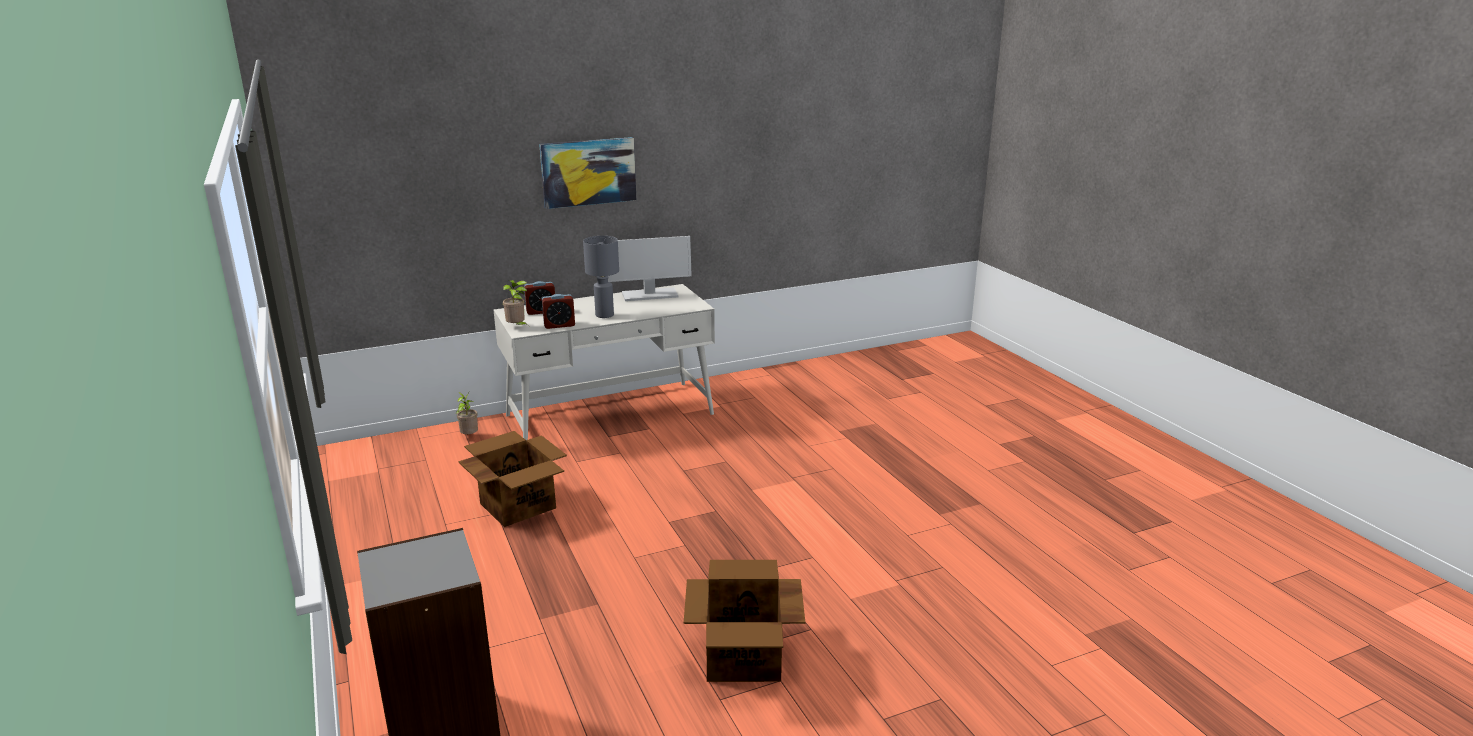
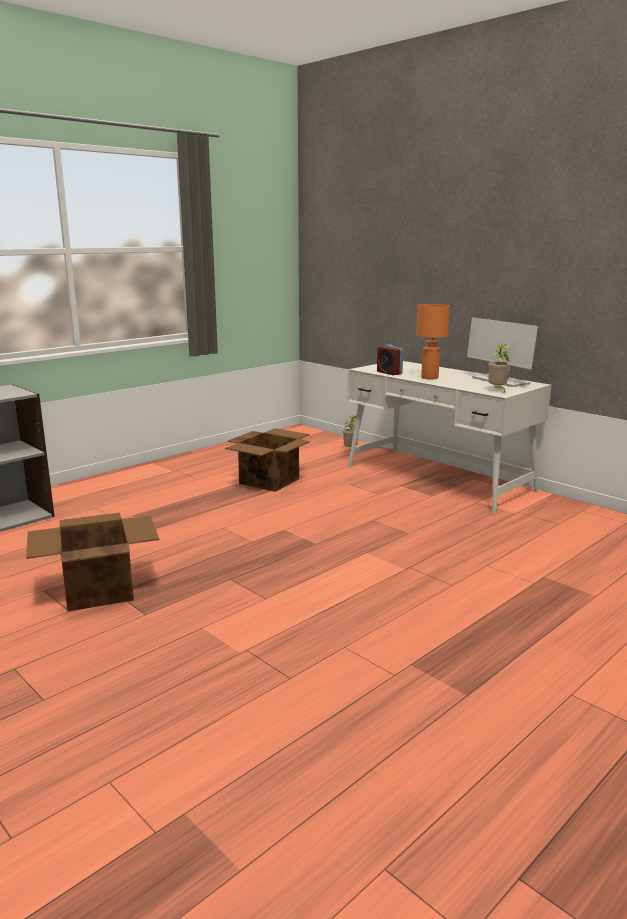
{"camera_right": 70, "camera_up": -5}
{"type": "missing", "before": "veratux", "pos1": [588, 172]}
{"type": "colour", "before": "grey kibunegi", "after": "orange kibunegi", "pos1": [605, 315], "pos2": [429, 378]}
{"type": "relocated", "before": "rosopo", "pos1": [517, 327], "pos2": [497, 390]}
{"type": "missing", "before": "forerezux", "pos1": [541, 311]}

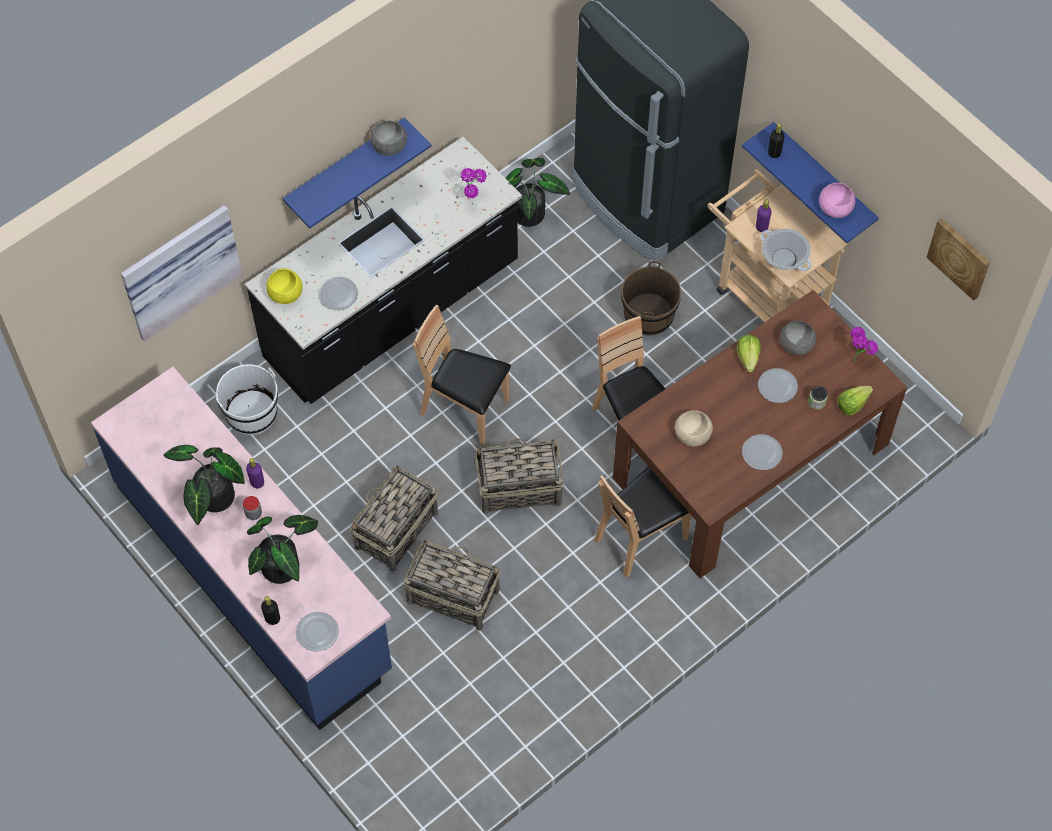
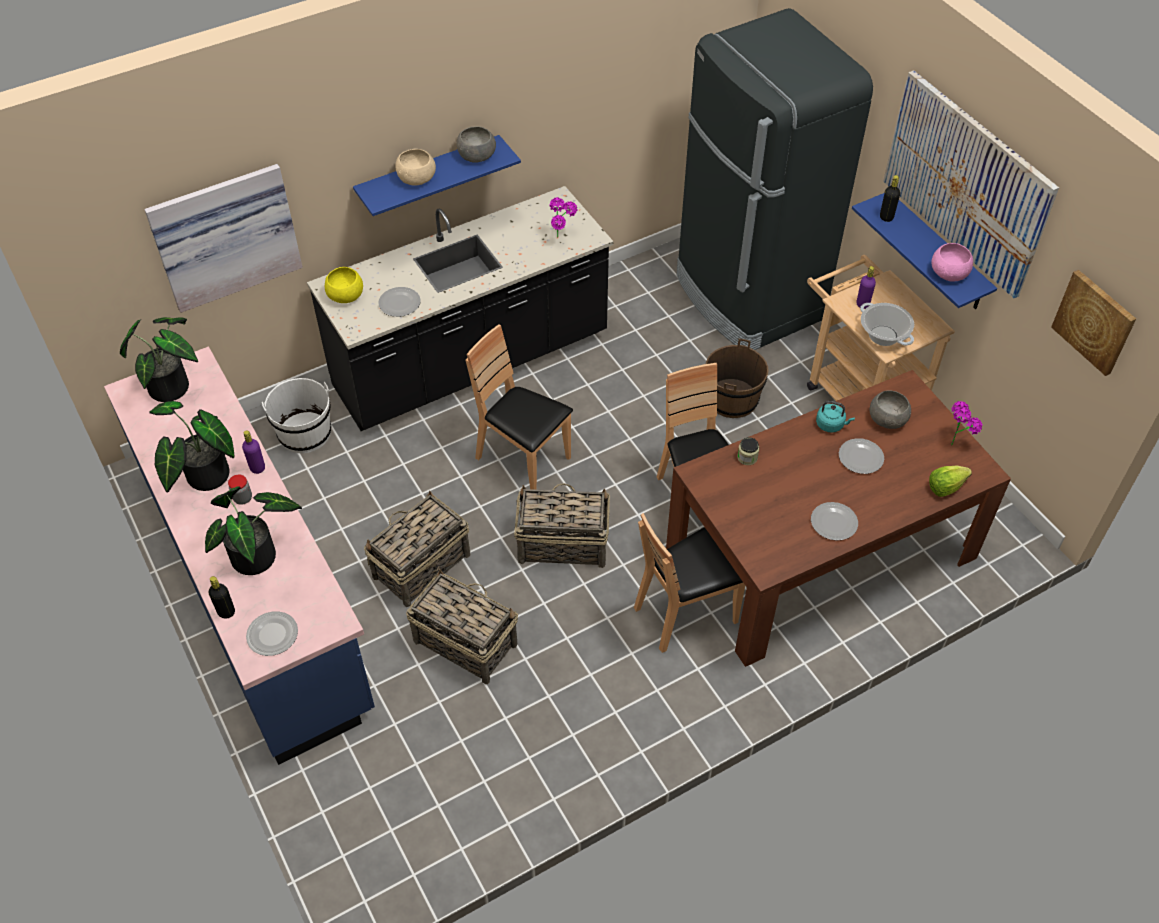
{"camera_right": 10, "camera_up": -10}
{"type": "relocated", "before": "rosopo", "pos1": [531, 211], "pos2": [173, 385]}
{"type": "exchanged", "before": "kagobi", "after": "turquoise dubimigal", "pos1": [748, 357], "pos2": [831, 425]}
{"type": "relocated", "before": "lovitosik", "pos1": [817, 402], "pos2": [747, 457]}
{"type": "relocated", "before": "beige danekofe", "pos1": [692, 434], "pos2": [416, 178]}
{"type": "appeared", "after": "veratux", "pos2": [966, 183]}

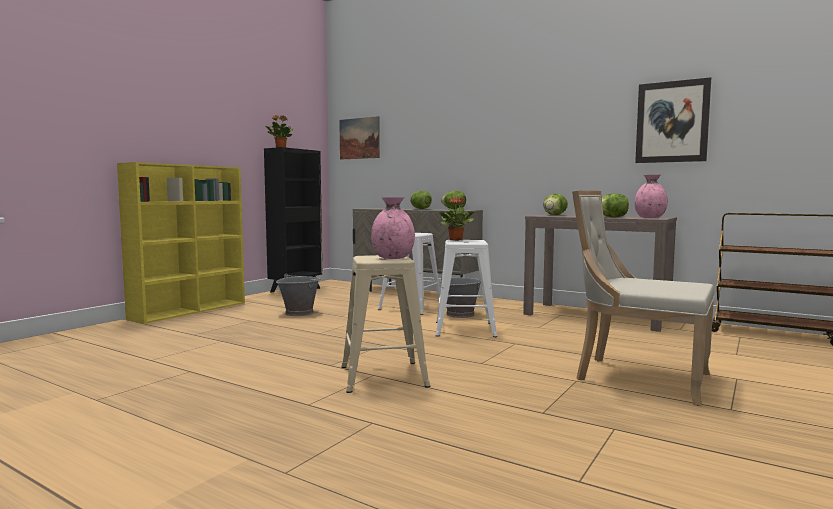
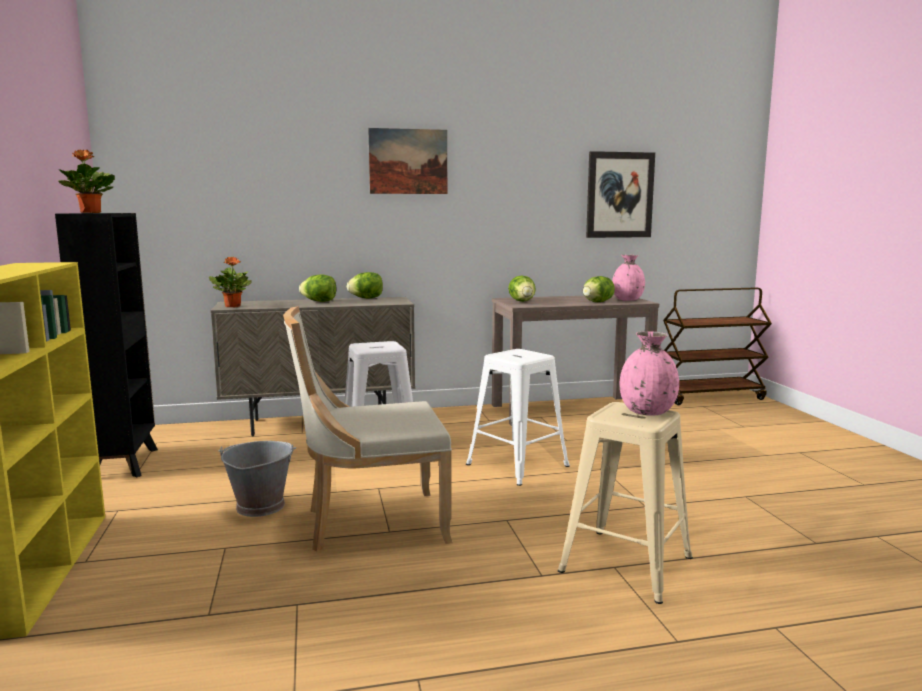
{"camera_right": -45, "camera_up": 5}
{"type": "relocated", "before": "veratux", "pos1": [359, 138], "pos2": [408, 161]}
{"type": "relocated", "before": "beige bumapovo", "pos1": [637, 377], "pos2": [371, 524]}
{"type": "relocated", "before": "rosopo", "pos1": [456, 240], "pos2": [233, 306]}
{"type": "missing", "before": "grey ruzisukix", "pos1": [460, 314]}

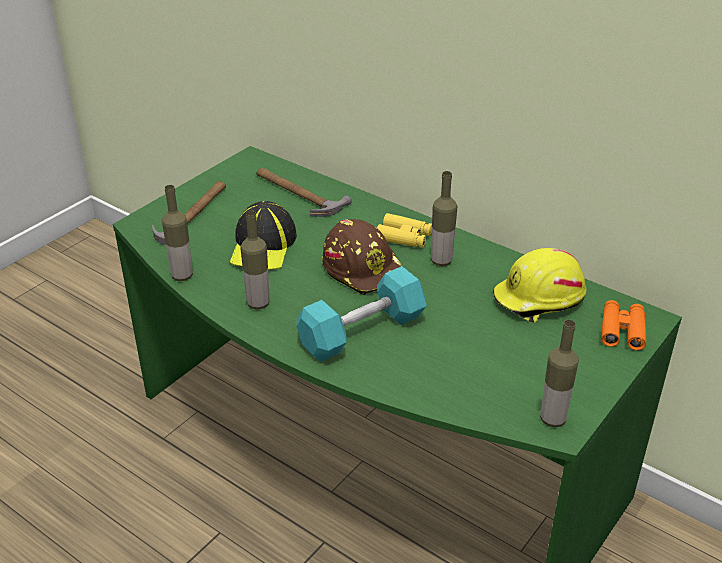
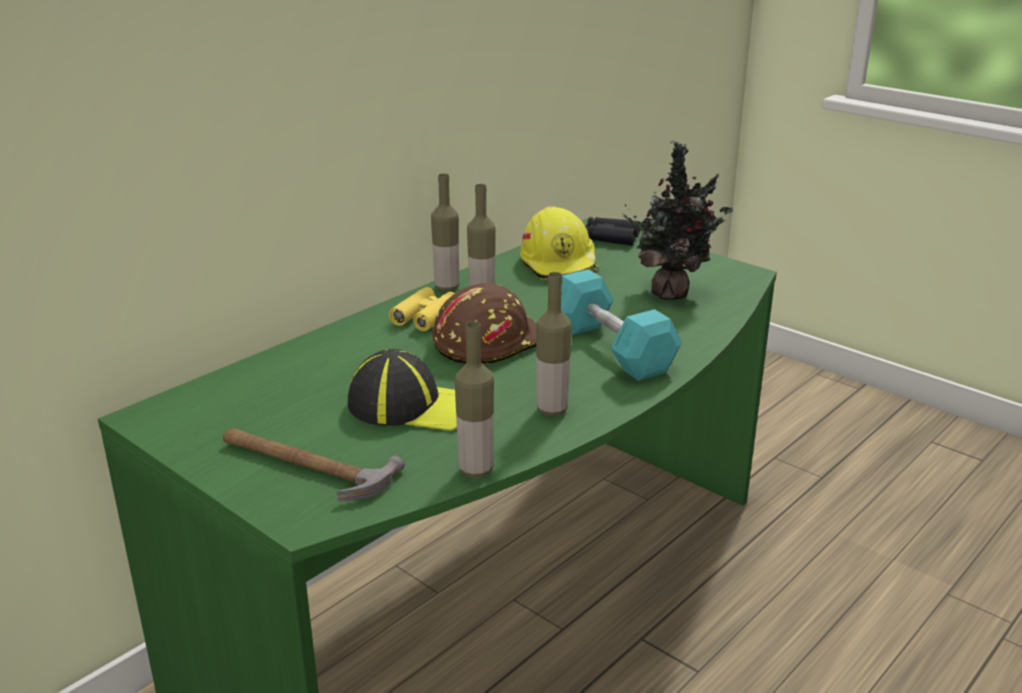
{"camera_right": -85, "camera_up": -10}
{"type": "missing", "before": "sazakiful", "pos1": [297, 194]}
{"type": "colour", "before": "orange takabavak", "after": "black takabavak", "pos1": [622, 330], "pos2": [610, 238]}
{"type": "relocated", "before": "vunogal", "pos1": [552, 419], "pos2": [446, 287]}
{"type": "appeared", "after": "rosopo", "pos2": [672, 293]}

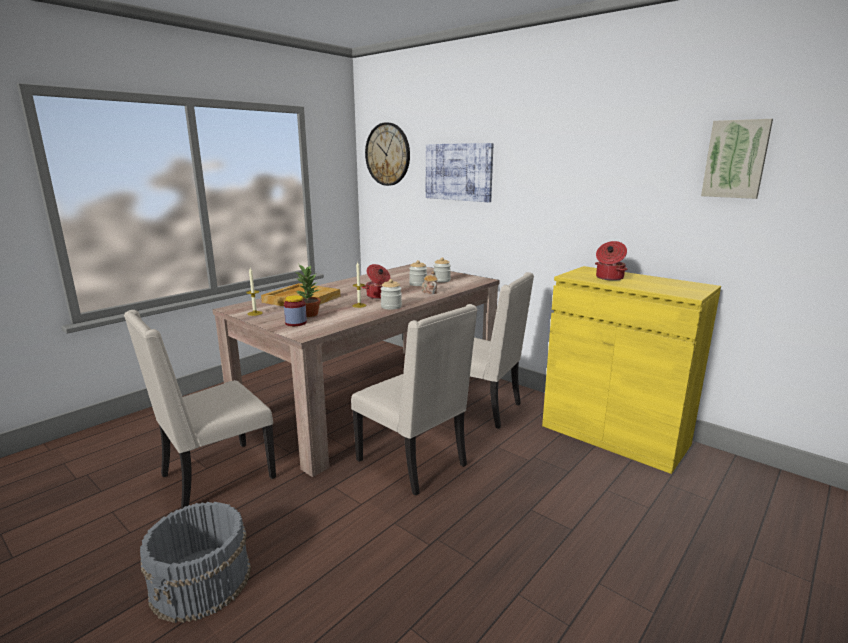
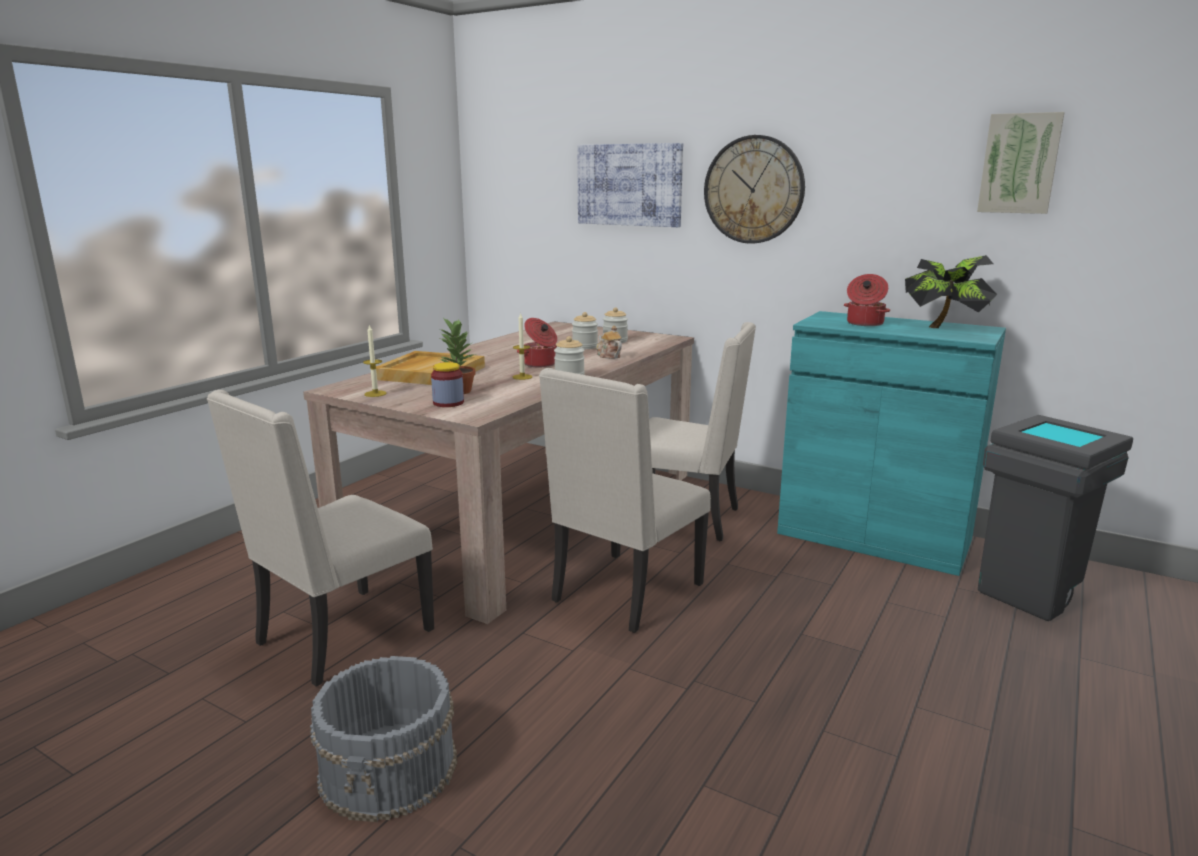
{"camera_right": -10, "camera_up": 0}
{"type": "relocated", "before": "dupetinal", "pos1": [388, 154], "pos2": [754, 190]}
{"type": "colour", "before": "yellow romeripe", "after": "turquoise romeripe", "pos1": [614, 435], "pos2": [873, 537]}
{"type": "spun", "before": "beige bumapovo", "pos1": [414, 463], "pos2": [624, 593], "turn": 90}
{"type": "appeared", "after": "rosopo", "pos2": [945, 328]}
{"type": "appeared", "after": "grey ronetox", "pos2": [1030, 596]}

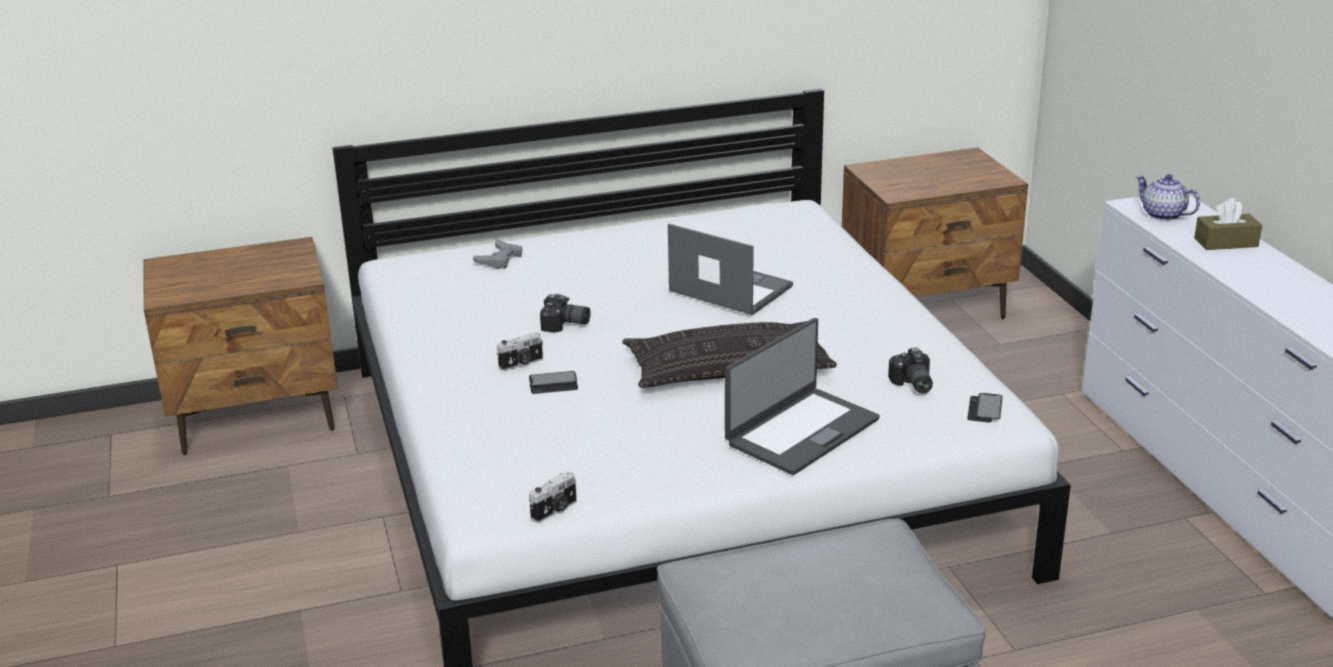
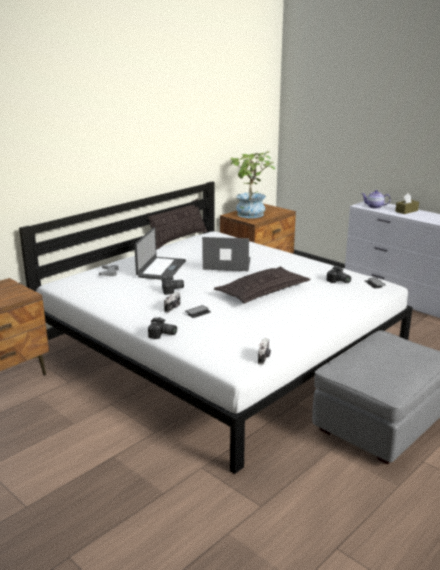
{"camera_right": -30, "camera_up": -5}
{"type": "relocated", "before": "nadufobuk", "pos1": [801, 431], "pos2": [161, 269]}
{"type": "appeared", "after": "rosopo", "pos2": [250, 215]}
{"type": "appeared", "after": "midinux", "pos2": [179, 239]}
{"type": "appeared", "after": "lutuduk", "pos2": [162, 335]}

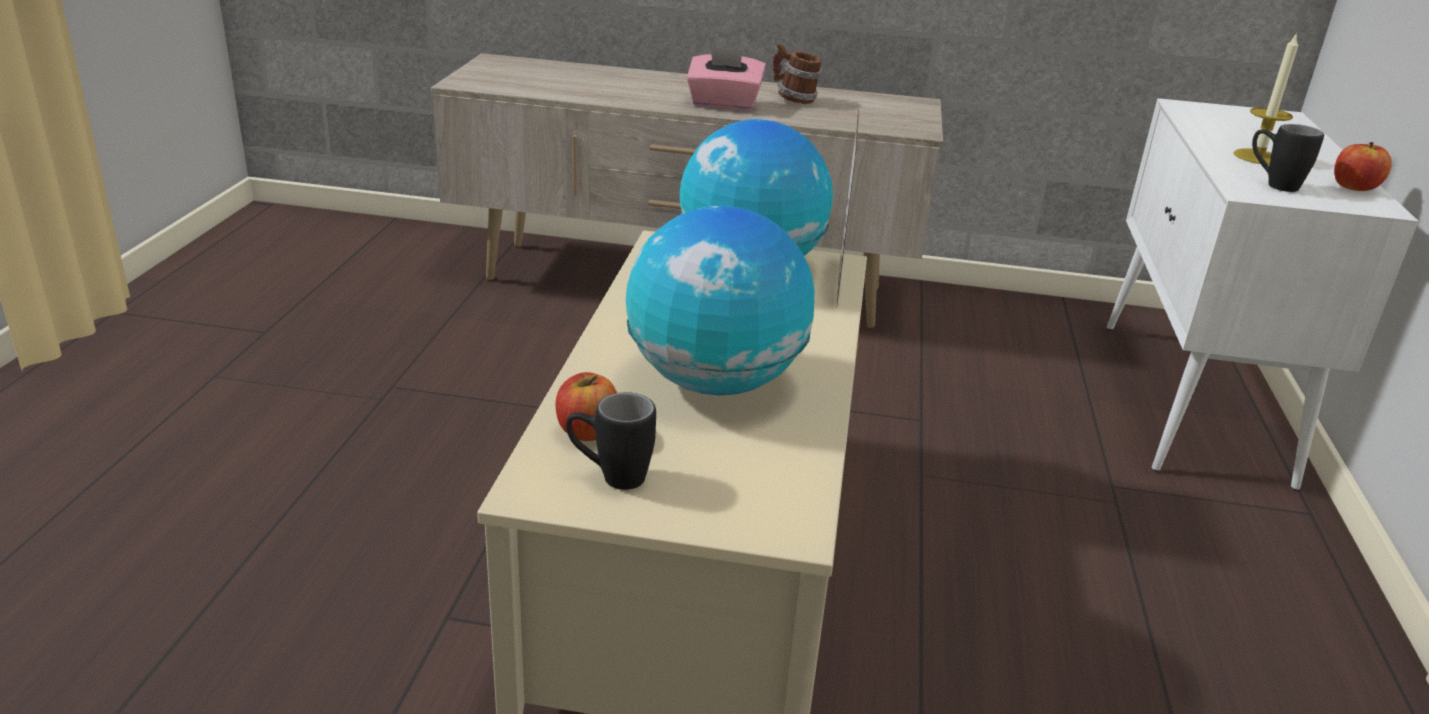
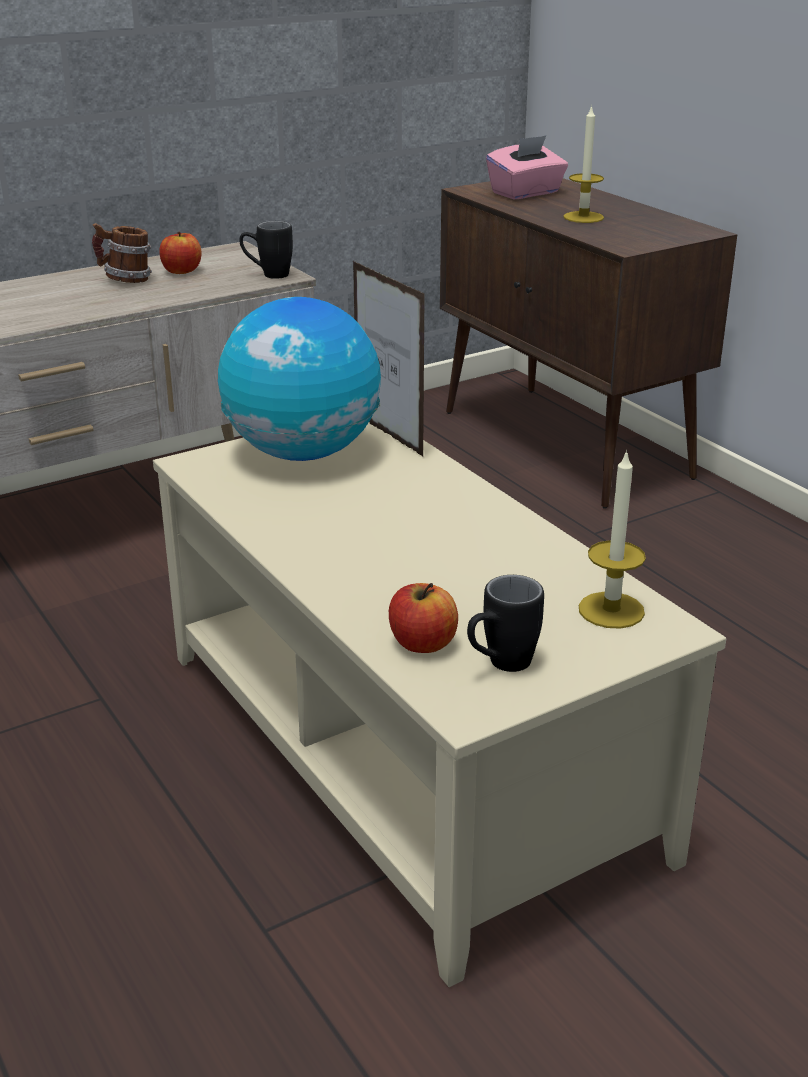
{"camera_right": -40, "camera_up": 0}
{"type": "relocated", "before": "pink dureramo", "pos1": [724, 104], "pos2": [526, 193]}
{"type": "colour", "before": "white romeripe", "after": "brown romeripe", "pos1": [1192, 401], "pos2": [566, 445]}
{"type": "relocated", "before": "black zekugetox", "pos1": [1272, 184], "pos2": [267, 275]}
{"type": "relocated", "before": "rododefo", "pos1": [1354, 187], "pos2": [181, 271]}
{"type": "missing", "before": "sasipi", "pos1": [715, 382]}
{"type": "appeared", "after": "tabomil", "pos2": [611, 610]}

